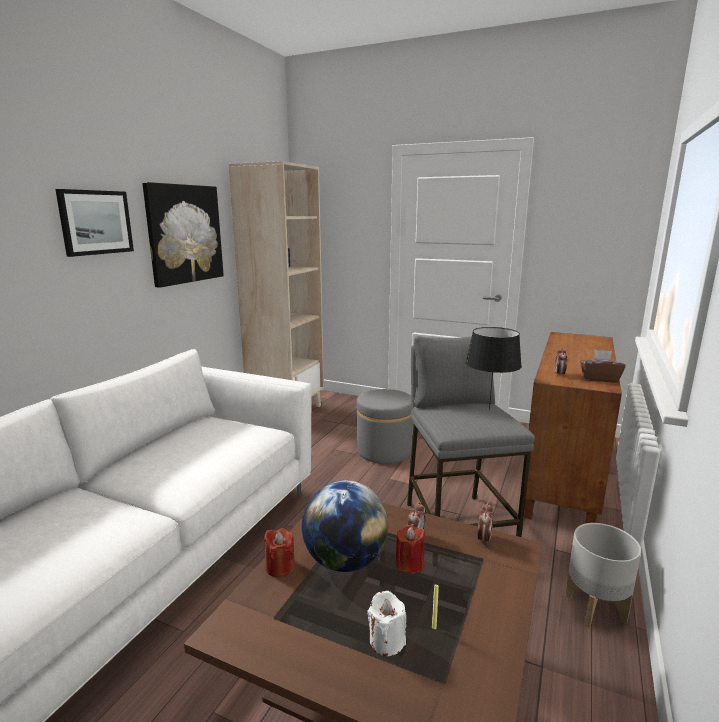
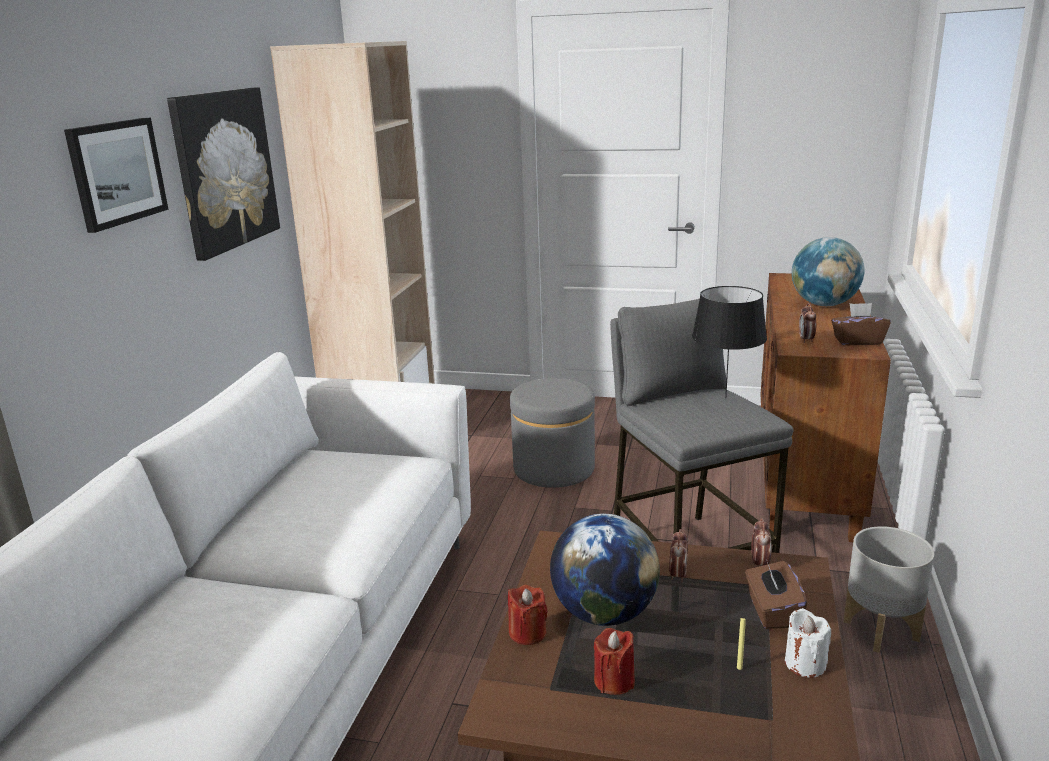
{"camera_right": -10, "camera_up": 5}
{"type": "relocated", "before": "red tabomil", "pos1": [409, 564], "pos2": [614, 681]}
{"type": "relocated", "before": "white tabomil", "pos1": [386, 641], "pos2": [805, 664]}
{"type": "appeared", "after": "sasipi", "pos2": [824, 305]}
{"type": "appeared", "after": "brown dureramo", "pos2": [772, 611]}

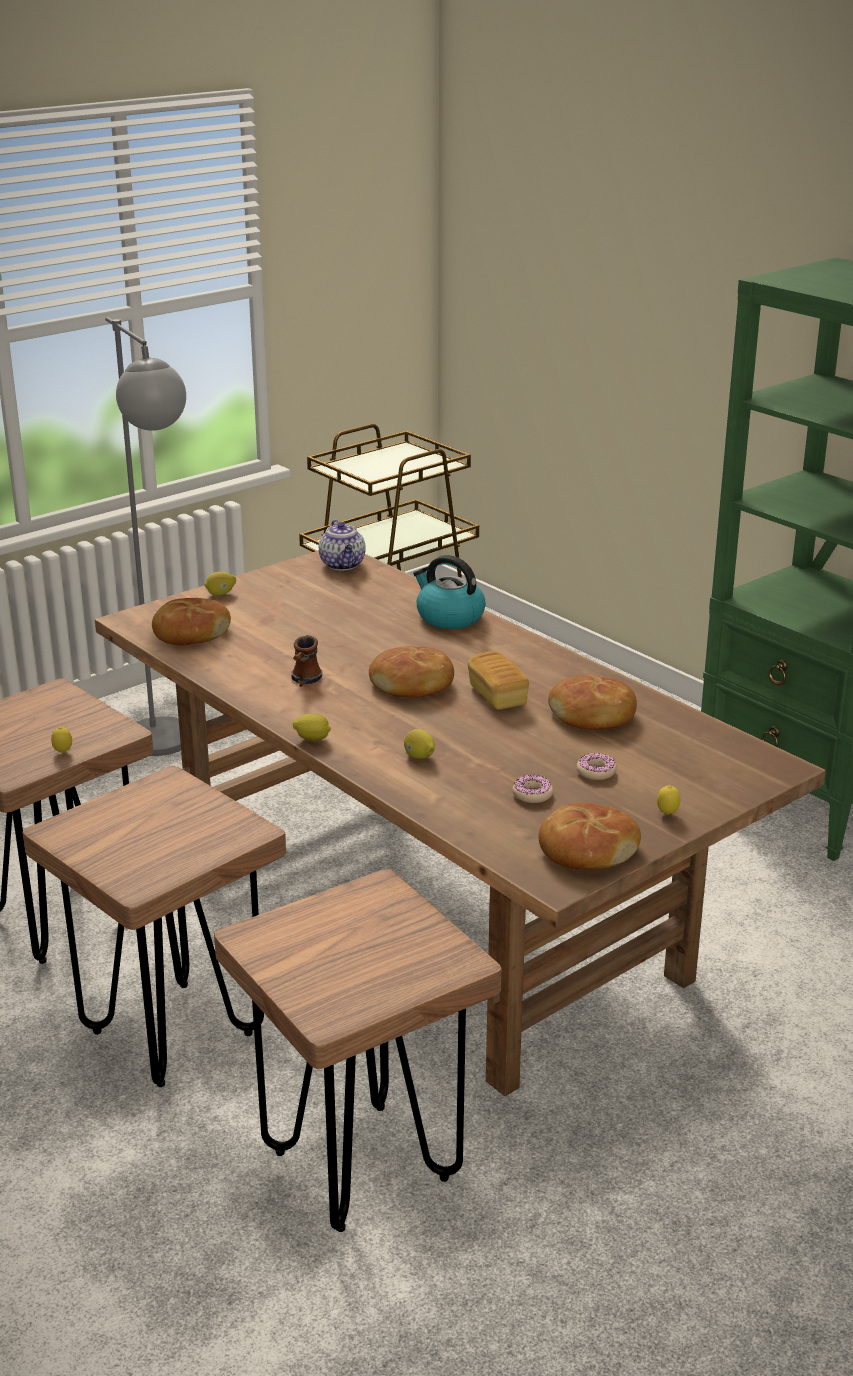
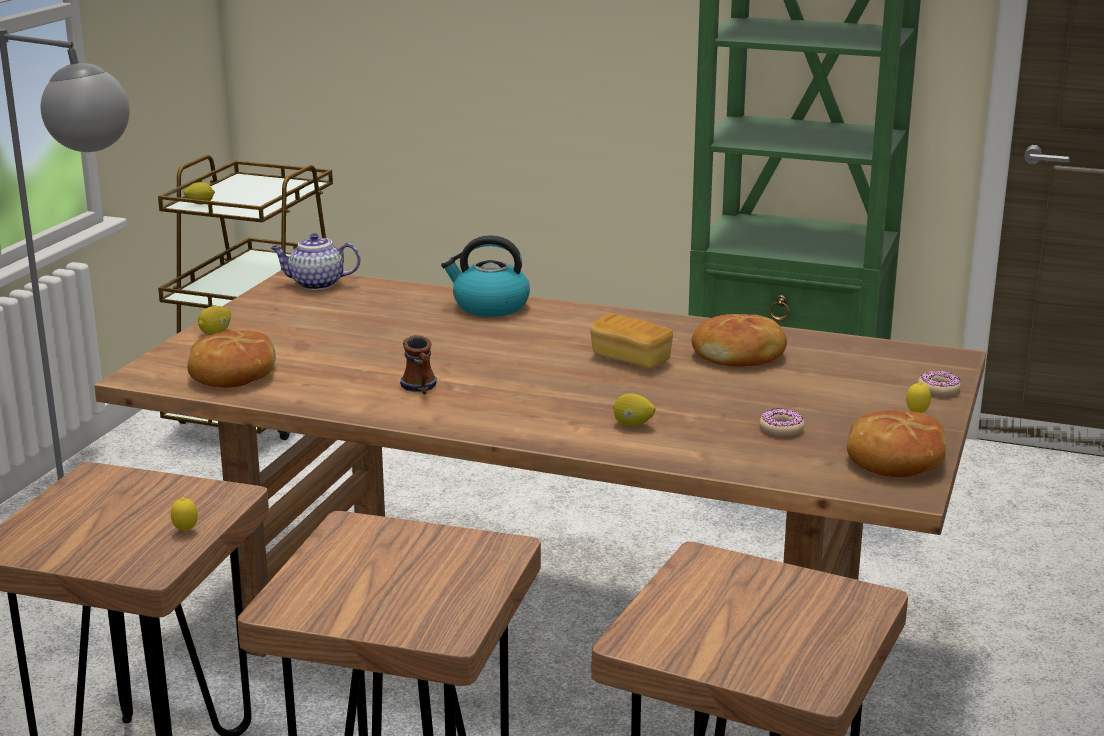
{"camera_right": -30, "camera_up": -5}
{"type": "spun", "before": "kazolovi", "pos1": [343, 565], "pos2": [316, 284], "turn": 135}
{"type": "missing", "before": "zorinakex", "pos1": [413, 685]}
{"type": "relocated", "before": "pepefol", "pos1": [312, 739], "pos2": [200, 204]}
{"type": "relocated", "before": "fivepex", "pos1": [596, 772], "pos2": [938, 389]}

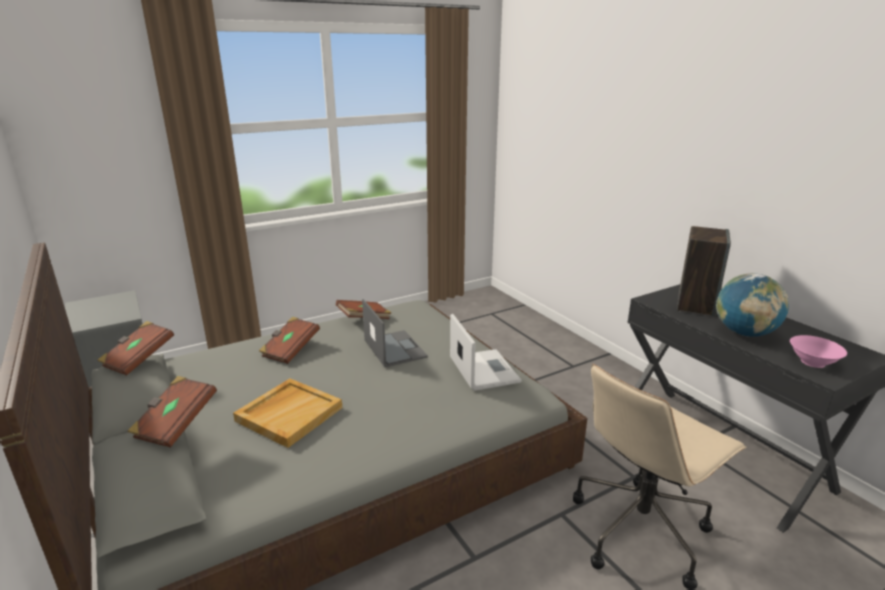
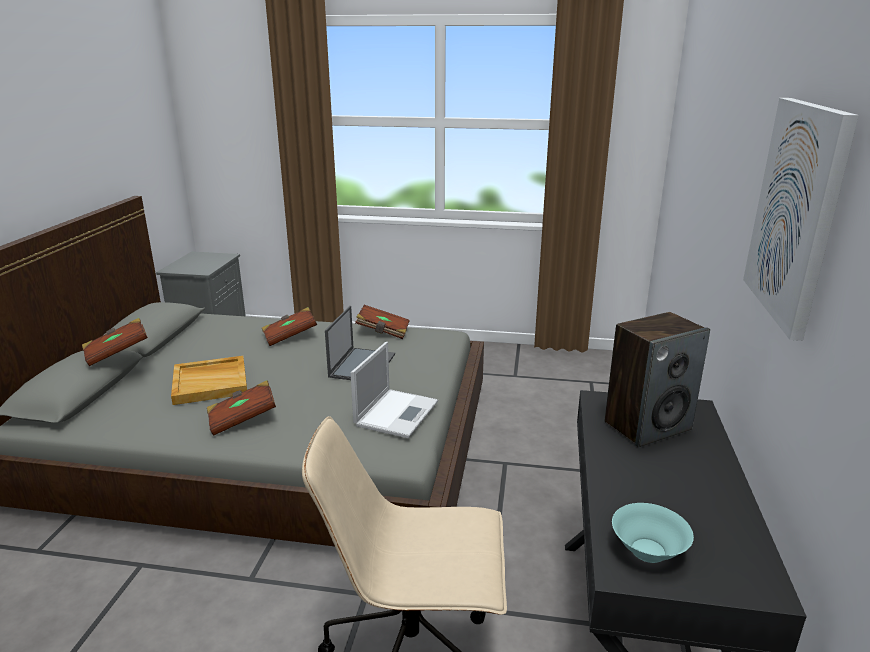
{"camera_right": 40, "camera_up": 0}
{"type": "missing", "before": "sasipi", "pos1": [744, 333]}
{"type": "relocated", "before": "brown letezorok", "pos1": [139, 359], "pos2": [242, 419]}
{"type": "colour", "before": "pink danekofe", "after": "turquoise danekofe", "pos1": [813, 362], "pos2": [649, 551]}
{"type": "appeared", "after": "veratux", "pos2": [797, 212]}

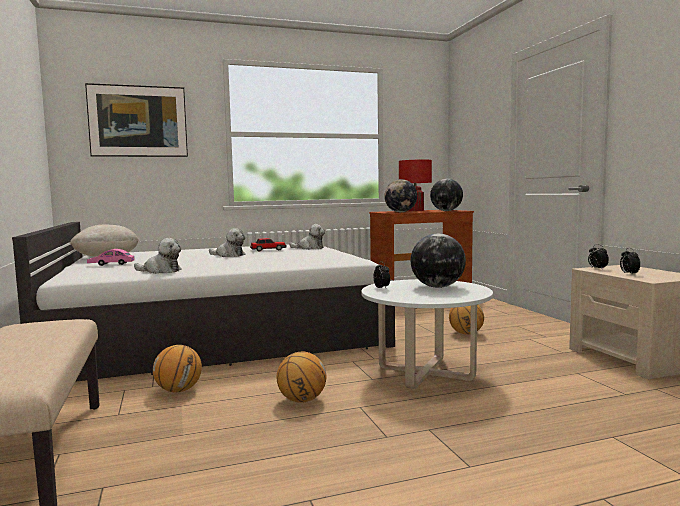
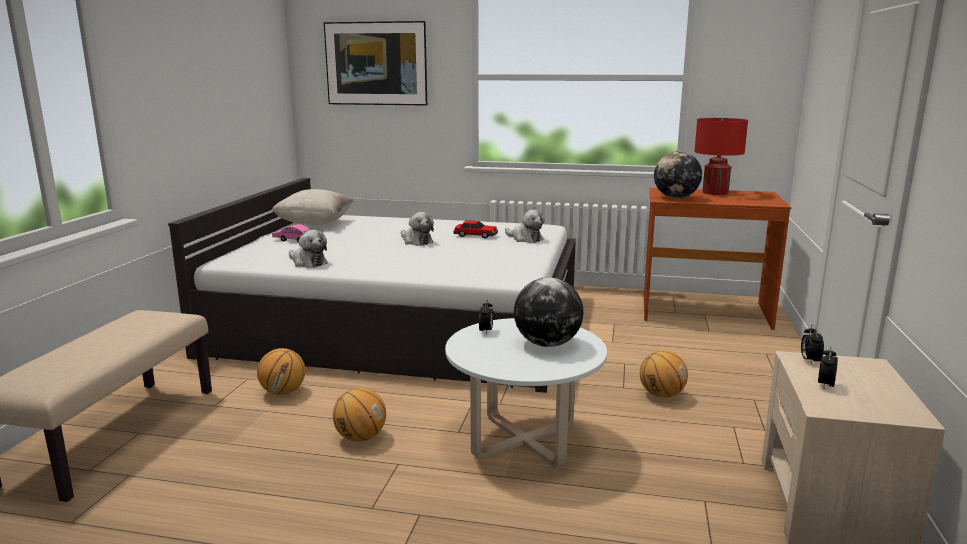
{"camera_right": 30, "camera_up": 10}
{"type": "missing", "before": "sasipi", "pos1": [446, 211]}

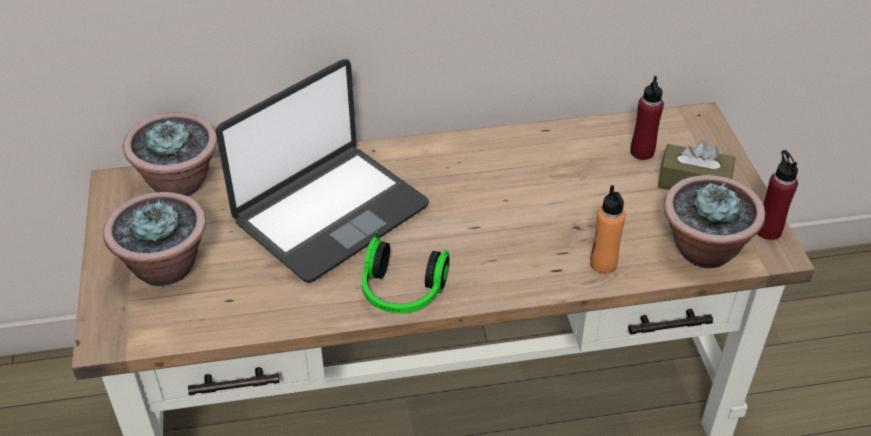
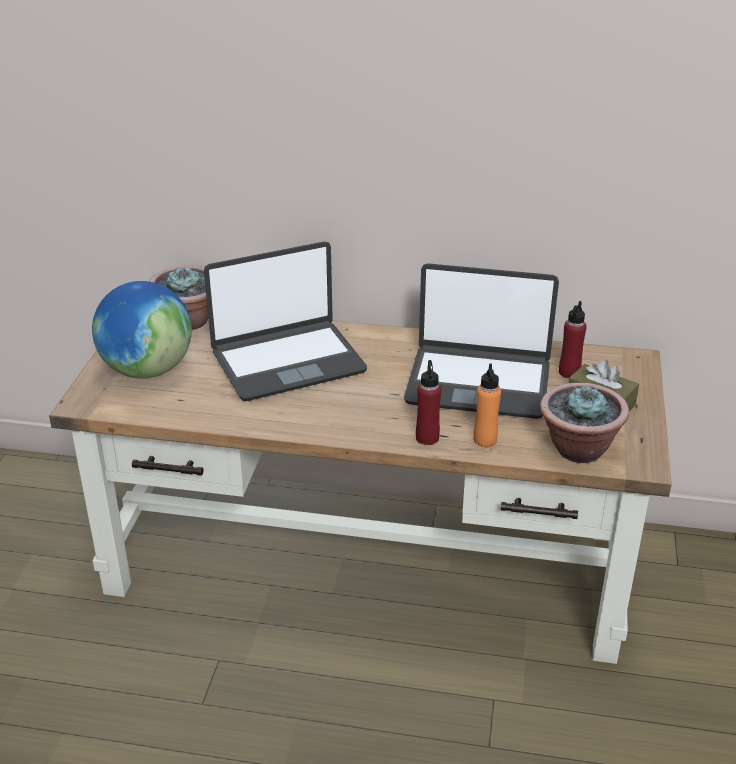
{"camera_right": 20, "camera_up": -10}
{"type": "relocated", "before": "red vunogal", "pos1": [768, 230], "pos2": [427, 438]}
{"type": "exchanged", "before": "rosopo", "after": "sasipi", "pos1": [165, 267], "pos2": [147, 370]}
{"type": "missing", "before": "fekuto", "pos1": [402, 293]}
{"type": "appeared", "after": "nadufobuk", "pos2": [478, 383]}

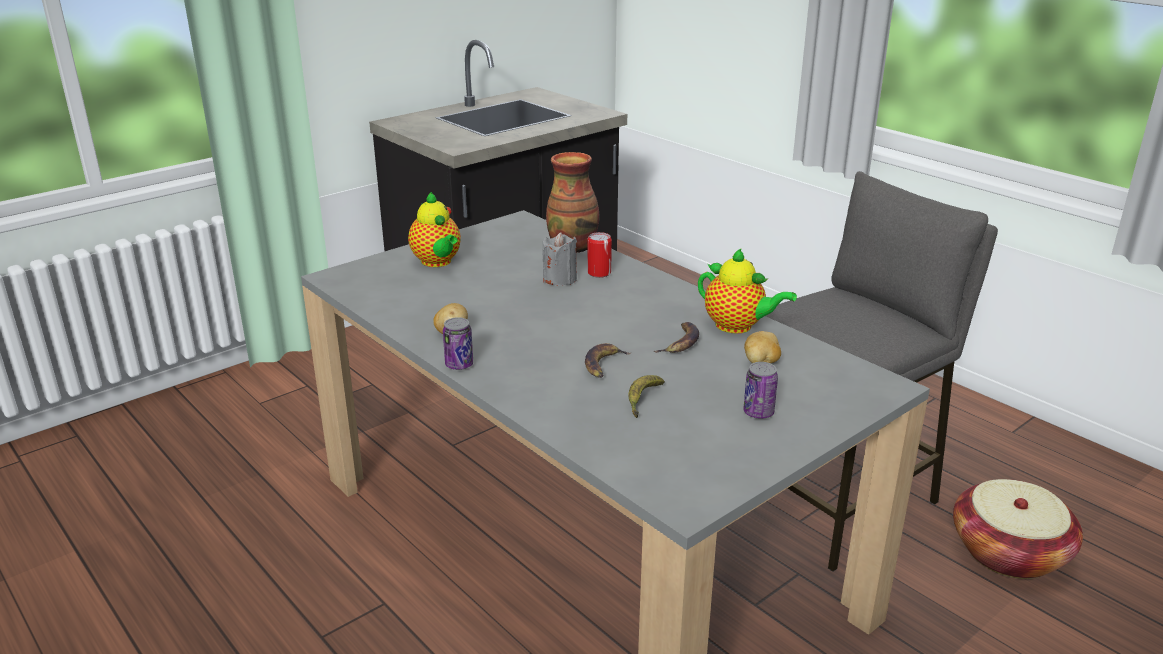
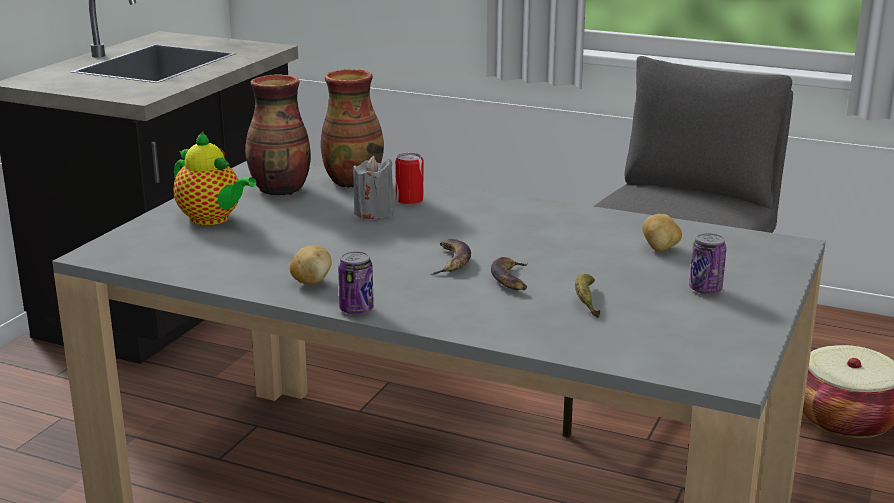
{"camera_right": -25, "camera_up": -5}
{"type": "missing", "before": "kazolovi", "pos1": [737, 326]}
{"type": "relocated", "before": "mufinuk", "pos1": [680, 342], "pos2": [450, 261]}
{"type": "appeared", "after": "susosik", "pos2": [281, 190]}

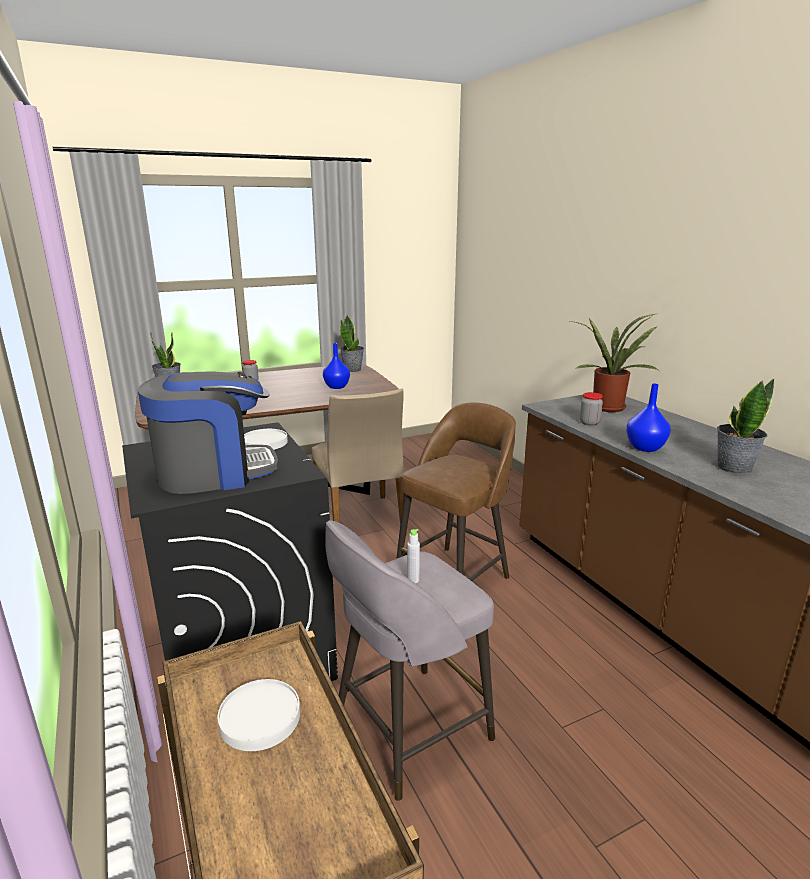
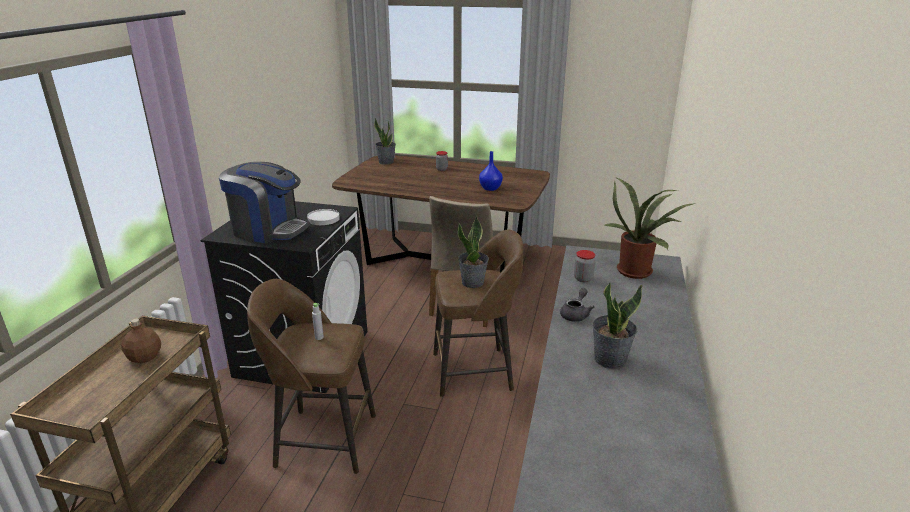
{"camera_right": 40, "camera_up": 5}
{"type": "relocated", "before": "rosopo", "pos1": [352, 369], "pos2": [473, 282]}
{"type": "exchanged", "before": "blue susosik", "after": "grey kazolovi", "pos1": [644, 447], "pos2": [576, 314]}
{"type": "colour", "before": "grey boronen", "after": "brown boronen", "pos1": [408, 730], "pos2": [323, 440]}
{"type": "exchanged", "before": "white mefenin", "after": "brown vunogal", "pos1": [260, 717], "pos2": [145, 357]}

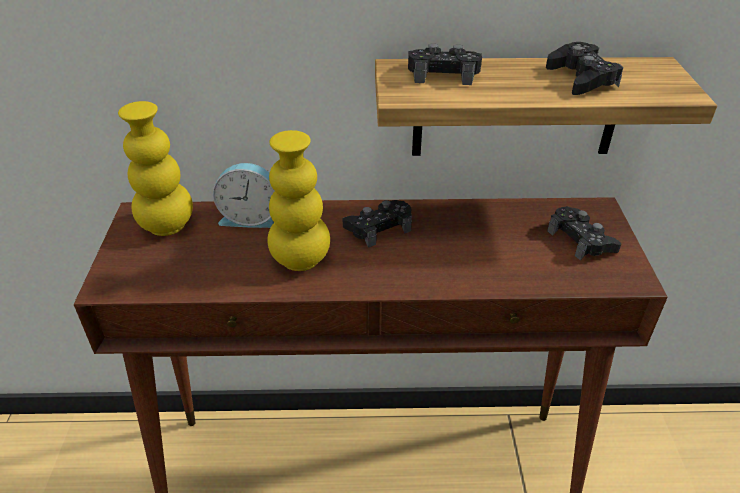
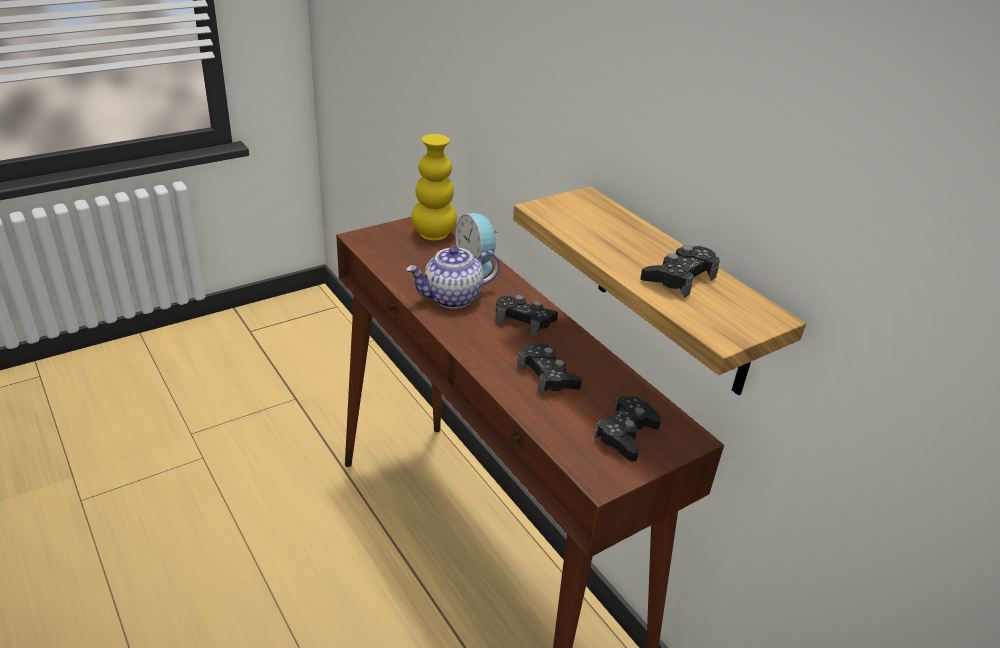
{"camera_right": 55, "camera_up": -5}
{"type": "relocated", "before": "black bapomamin", "pos1": [443, 74], "pos2": [547, 376]}
{"type": "exchanged", "before": "yellow susosik", "after": "kazolovi", "pos1": [300, 260], "pos2": [452, 298]}

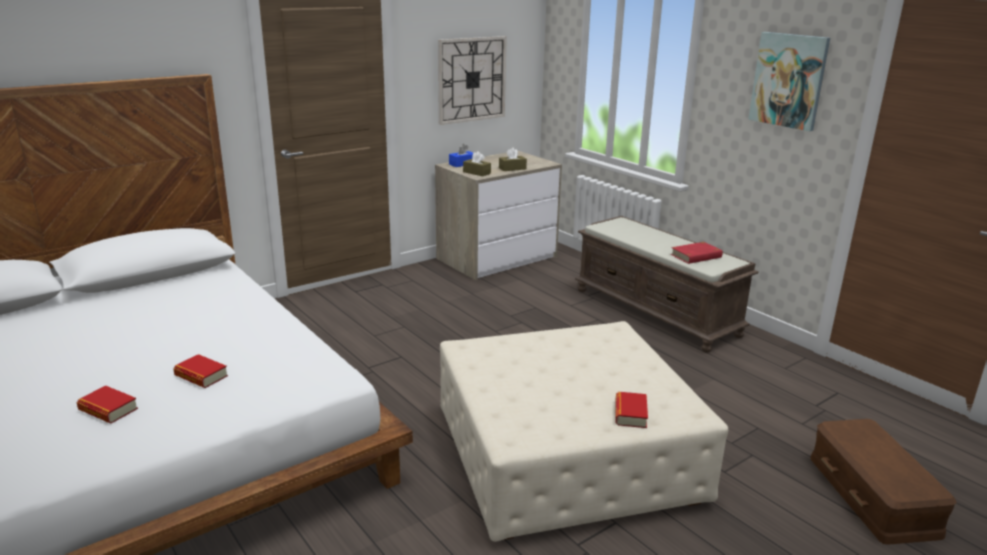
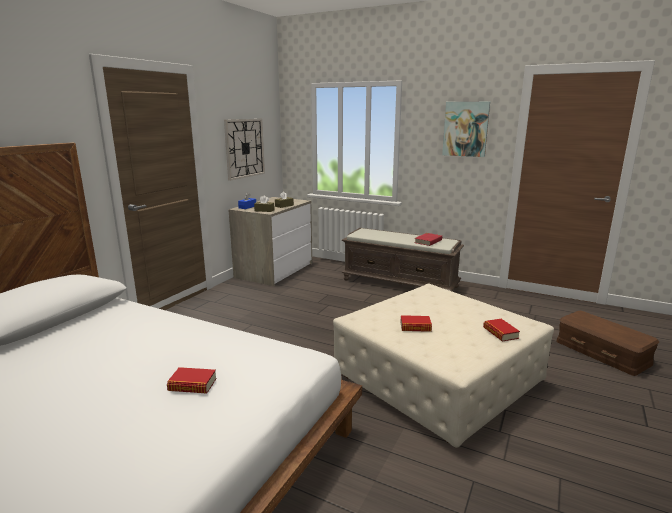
{"camera_right": -25, "camera_up": -5}
{"type": "relocated", "before": "letezorok", "pos1": [108, 410], "pos2": [415, 327]}

